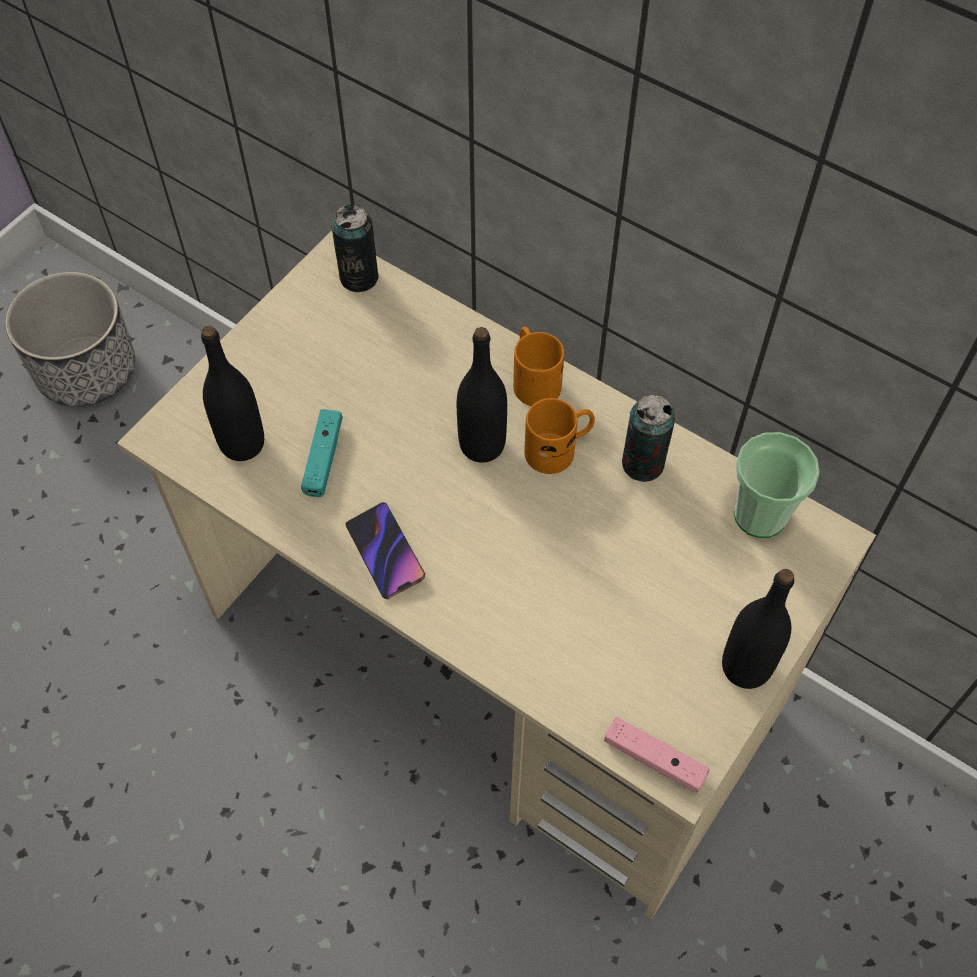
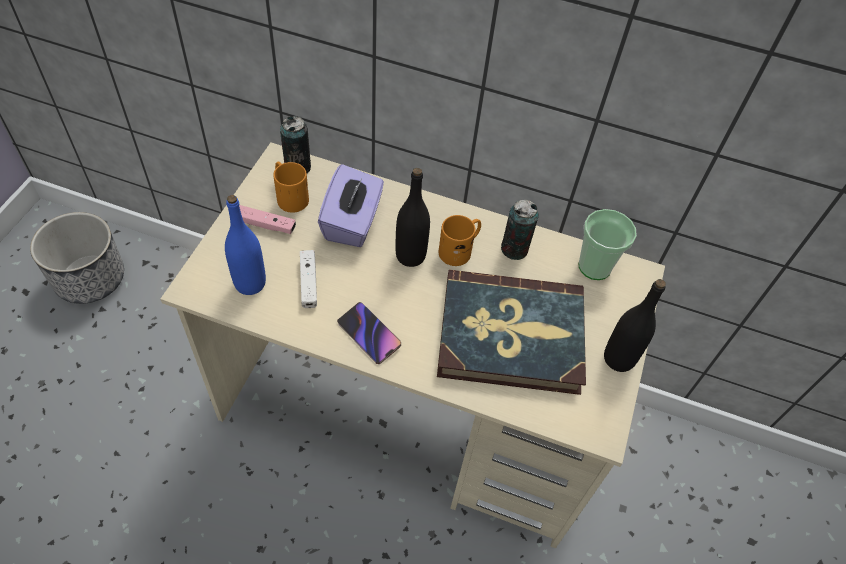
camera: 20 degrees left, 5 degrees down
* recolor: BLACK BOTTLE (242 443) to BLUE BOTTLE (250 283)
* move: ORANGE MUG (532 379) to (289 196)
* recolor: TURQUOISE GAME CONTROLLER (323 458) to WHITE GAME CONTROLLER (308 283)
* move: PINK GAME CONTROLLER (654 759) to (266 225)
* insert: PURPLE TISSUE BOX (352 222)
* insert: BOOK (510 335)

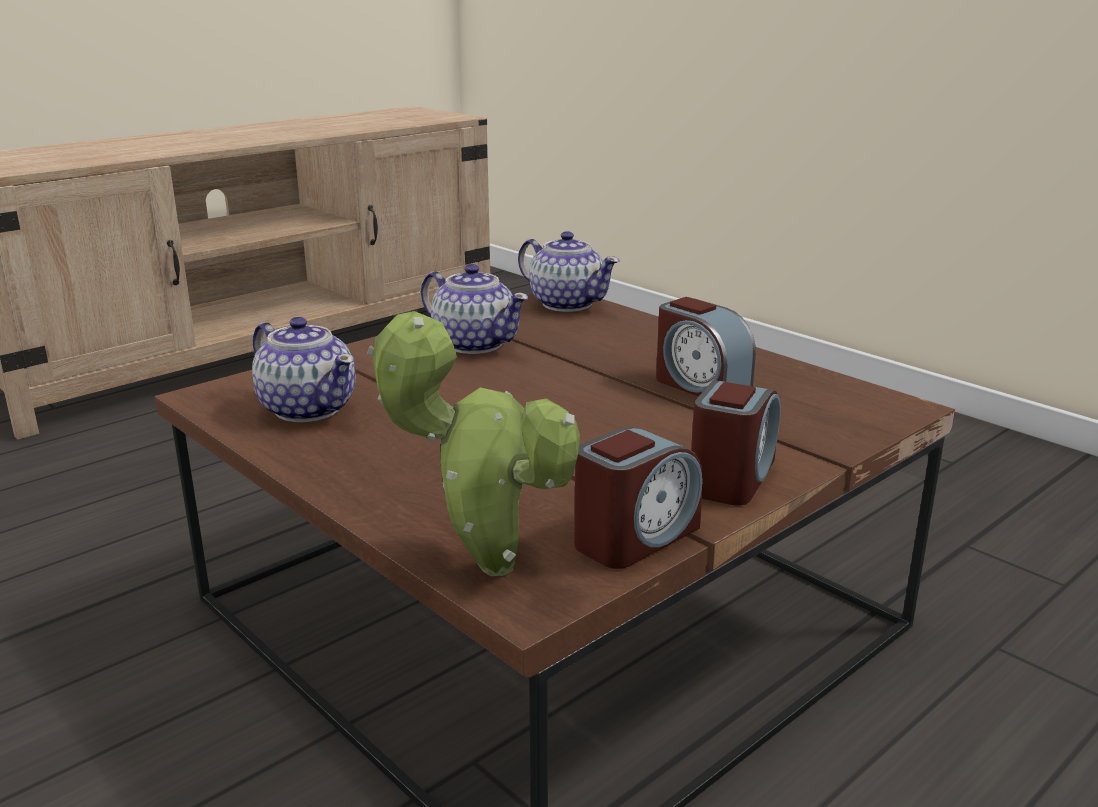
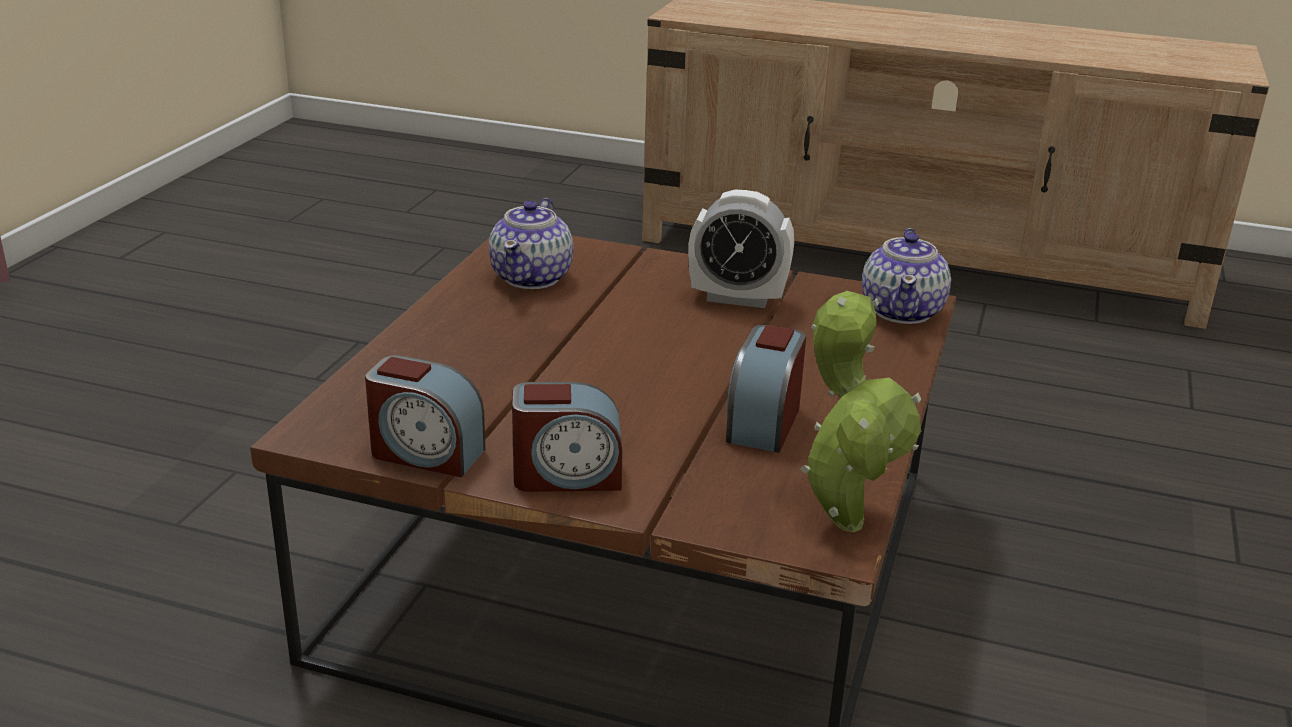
camera: 60 degrees right, 5 degrees up
* replace: TEAPOT (474 343) to ALARM CLOCK (737 298)
* move: POTTED PLANT (483 565) to (844 517)

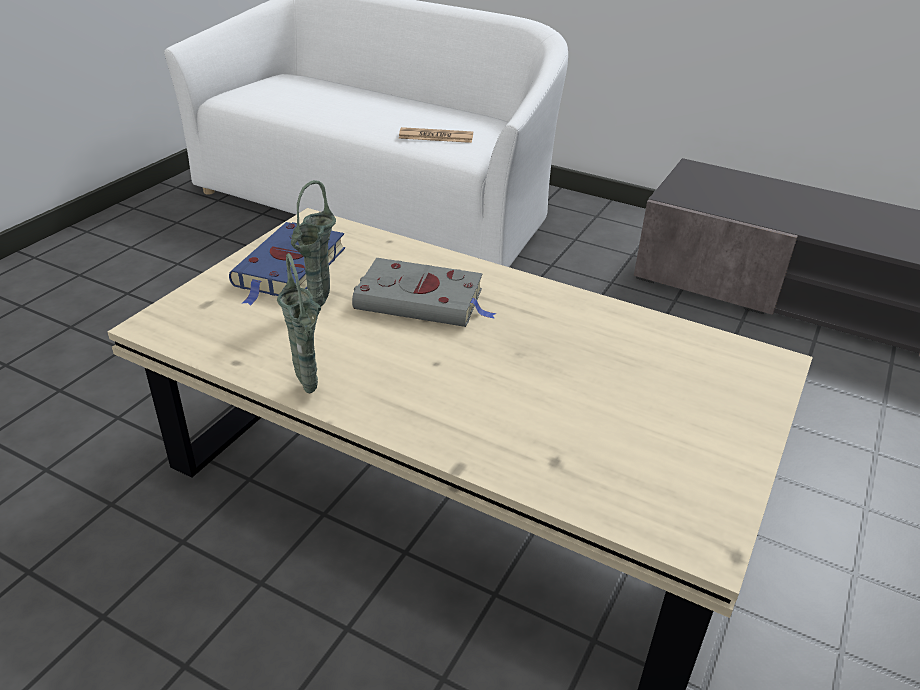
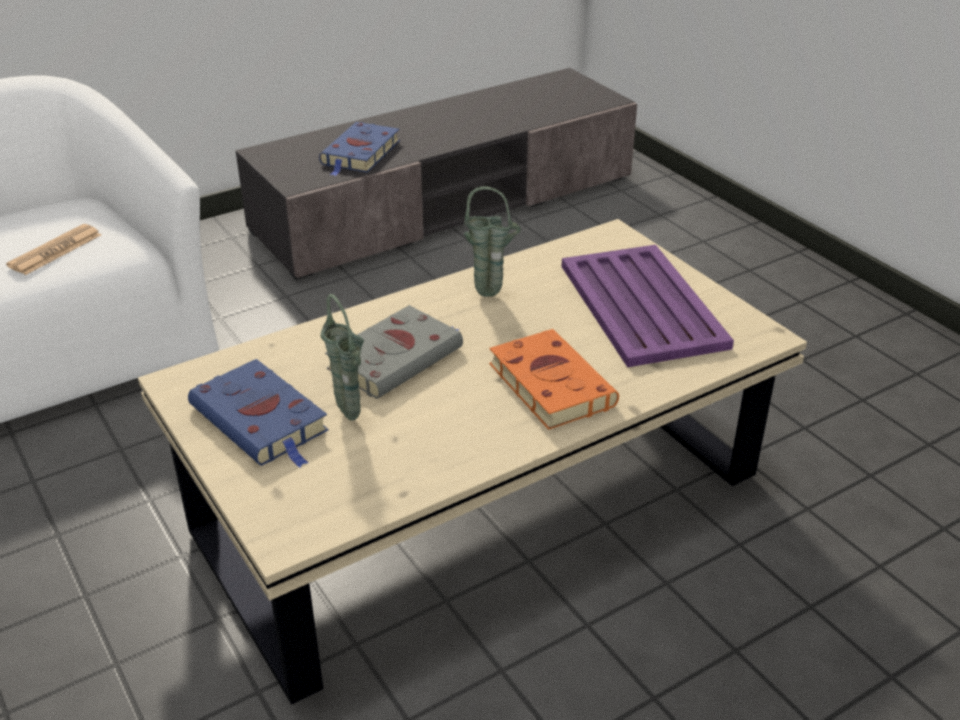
camera: 60 degrees left, 0 degrees up
* move: GREEN VASE (309 392) to (491 296)
* insert: BLUE BOOK (360 154)
* insert: PURPLE TRAY (641 304)
* insert: ORANGE BOOK (548 383)

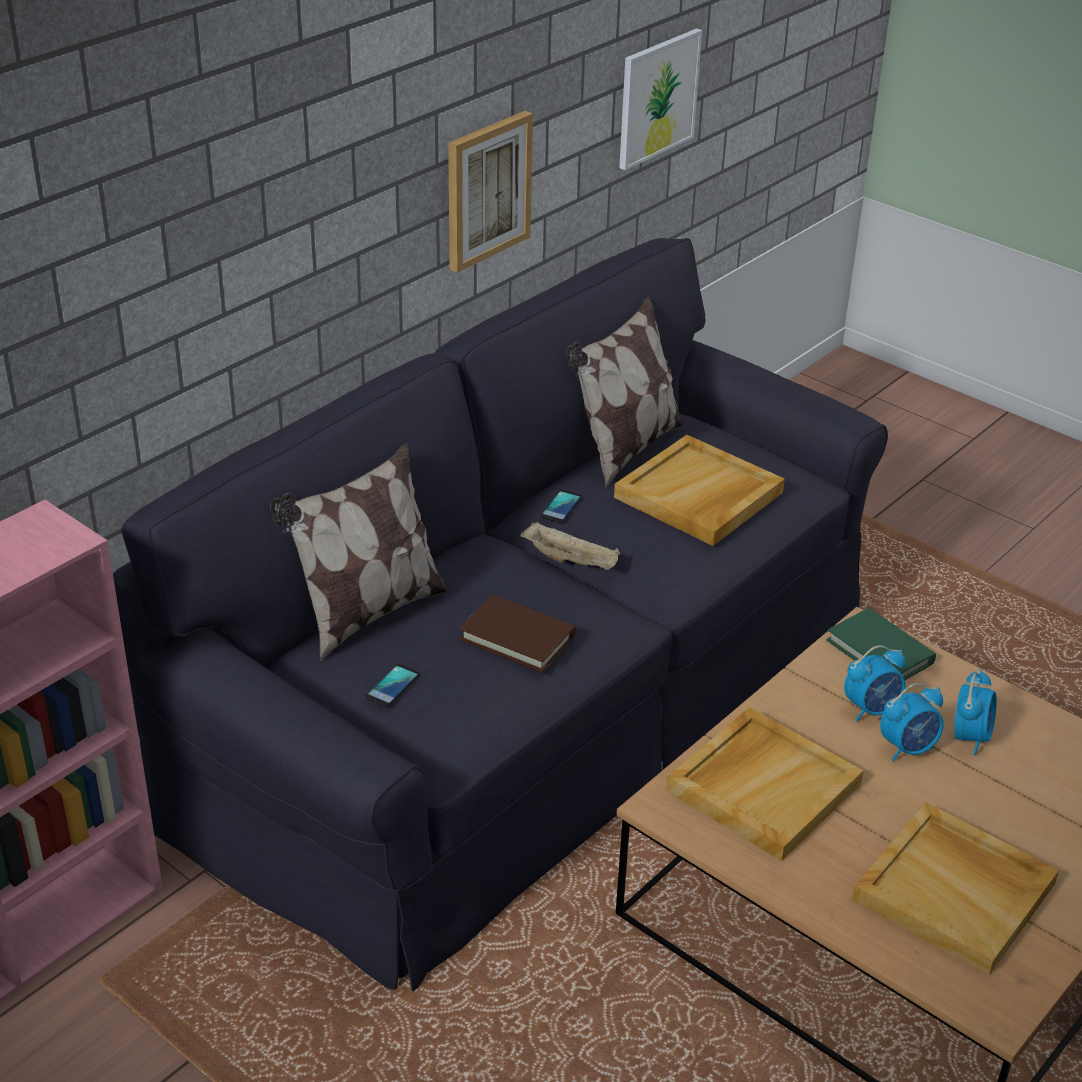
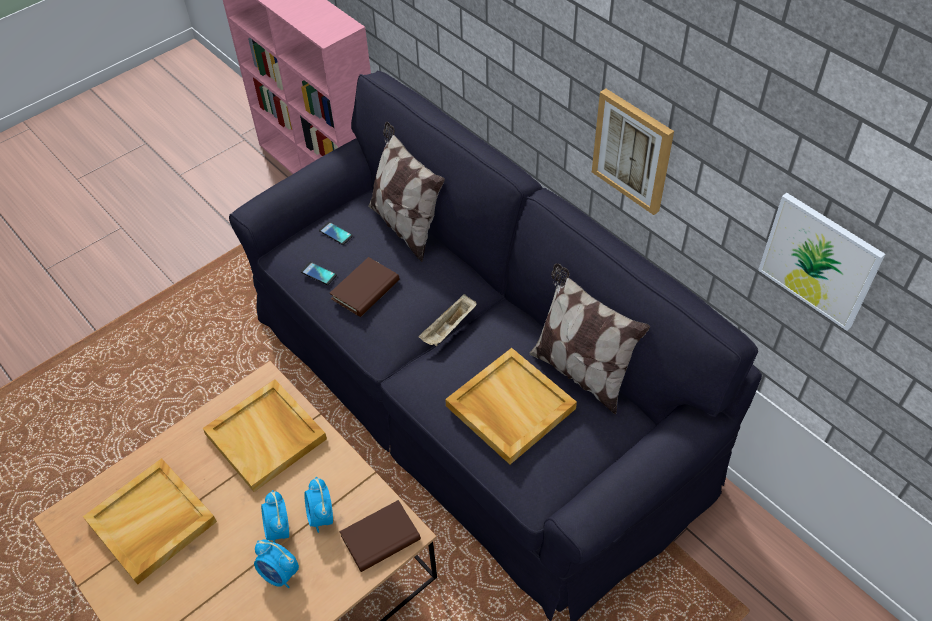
camera: 100 degrees right, 15 degrees up
* move: PHONE (561 507) to (318 274)
* recolor: GREEN BOOK (880 651) to BROWN BOOK (380 538)

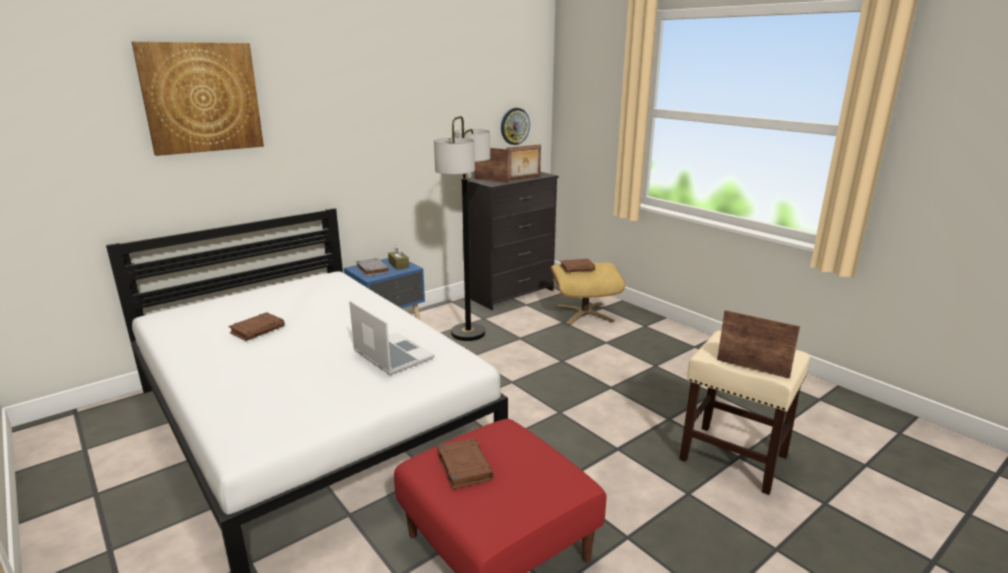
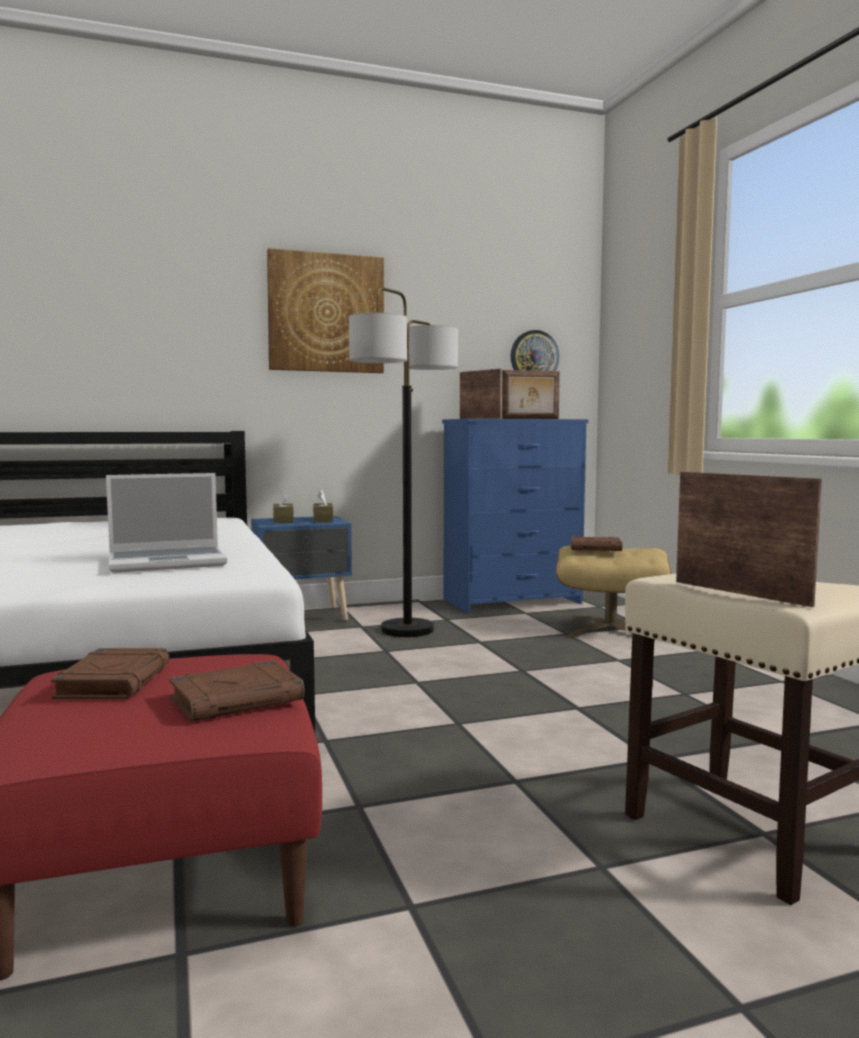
camera: 20 degrees right, 15 degrees down
* move: PICTURE (201 98) to (326 313)
* recolor: BLACK DRESSER (511 293) to BLUE DRESSER (513 601)
* replace: GREY BOOK (372 269) to BROWN TISSUE BOX (283 521)
* rotate: LAPTOP (391 355) = (169 562) 90 degrees clockwise
* move: BROWN BOOK (257 329) to (238 699)

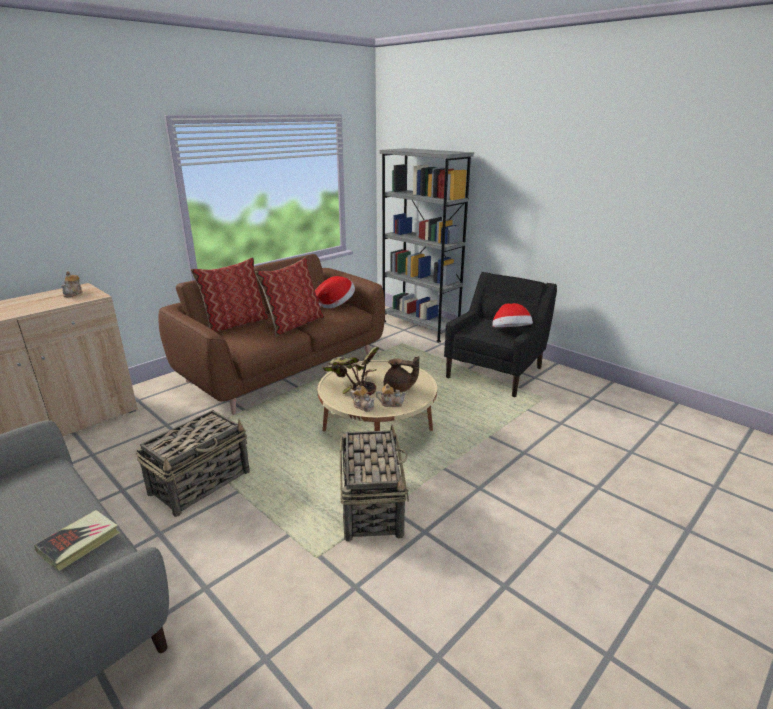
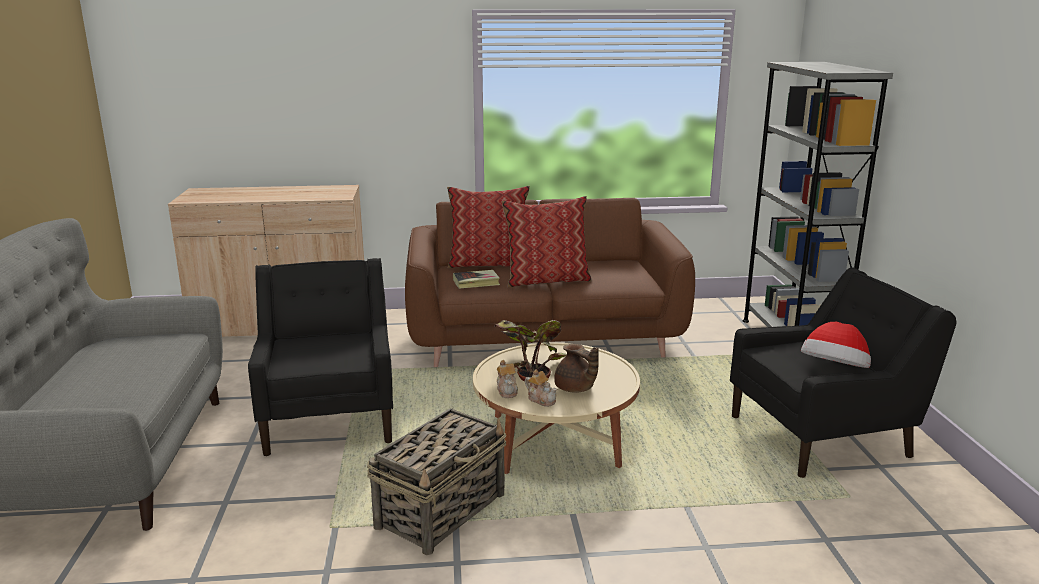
camera: 40 degrees right, 5 degrees down
* delete: TEAPOT (73 293)
* delete: HAT (335 304)
* replace: BASKET (201 482) to BLACK ARMCHAIR (330 416)
* move: BOOK (80 543) to (476 282)

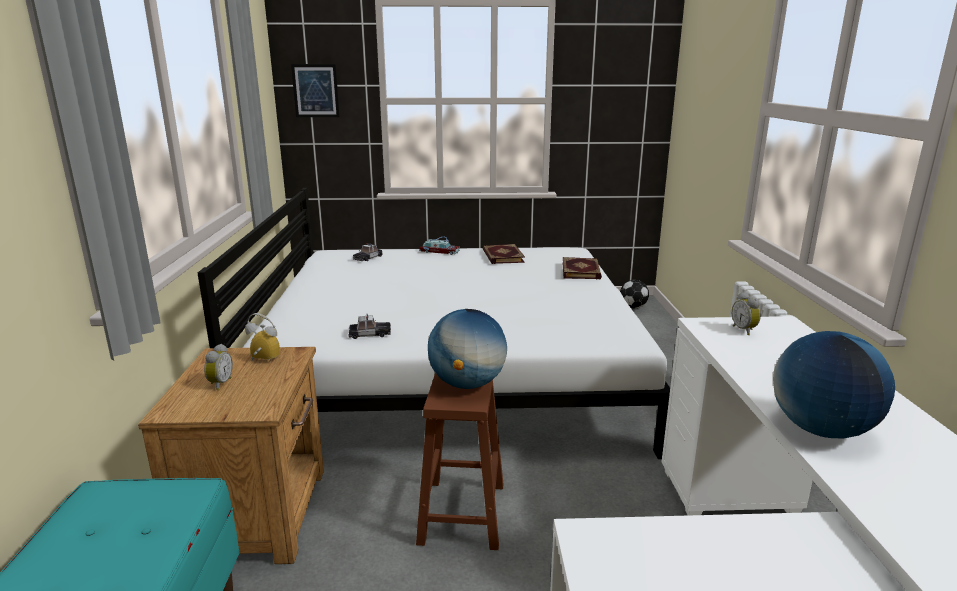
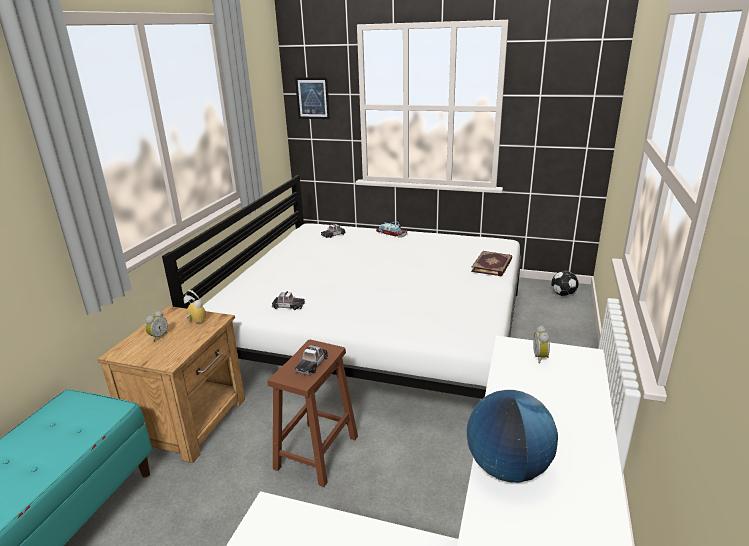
camera: 20 degrees right, 5 degrees up
* delete: BOOK (502 256)
* replace: GLOBE (467 384) to TOY CAR (312 364)

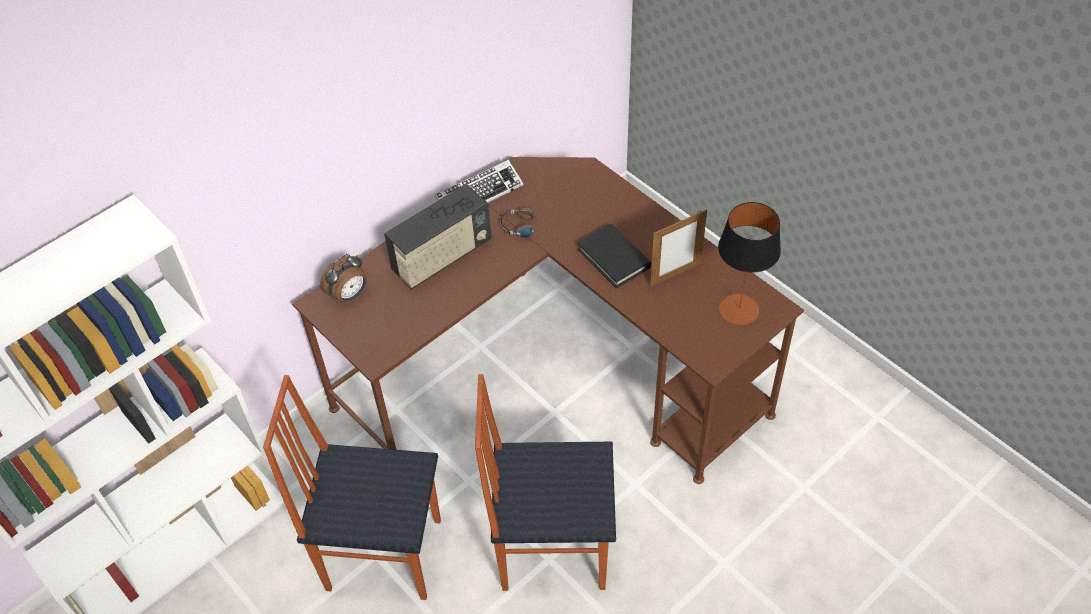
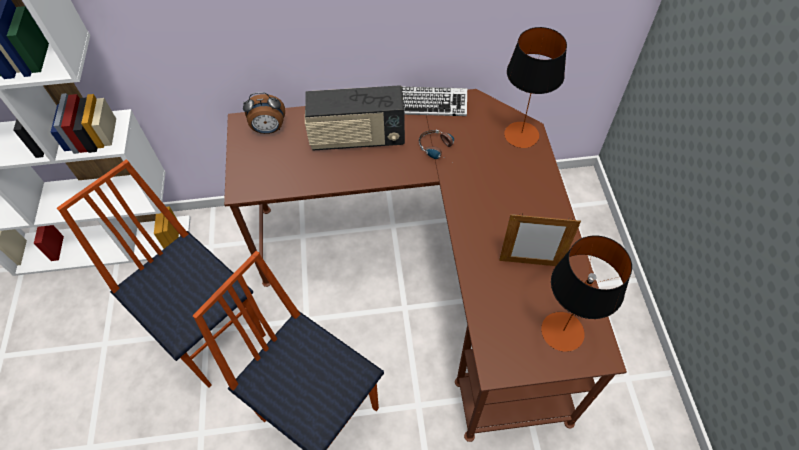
camera: 35 degrees right, 5 degrees up
* delete: BLACK BOOK (613 258)
* insert: TABLE LAMP (521 135)

